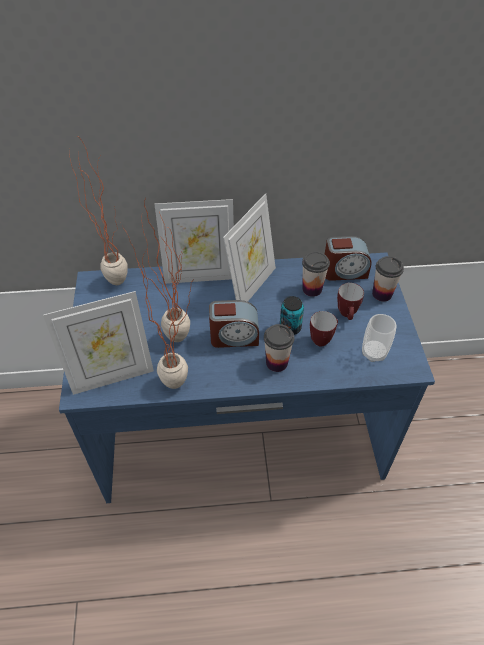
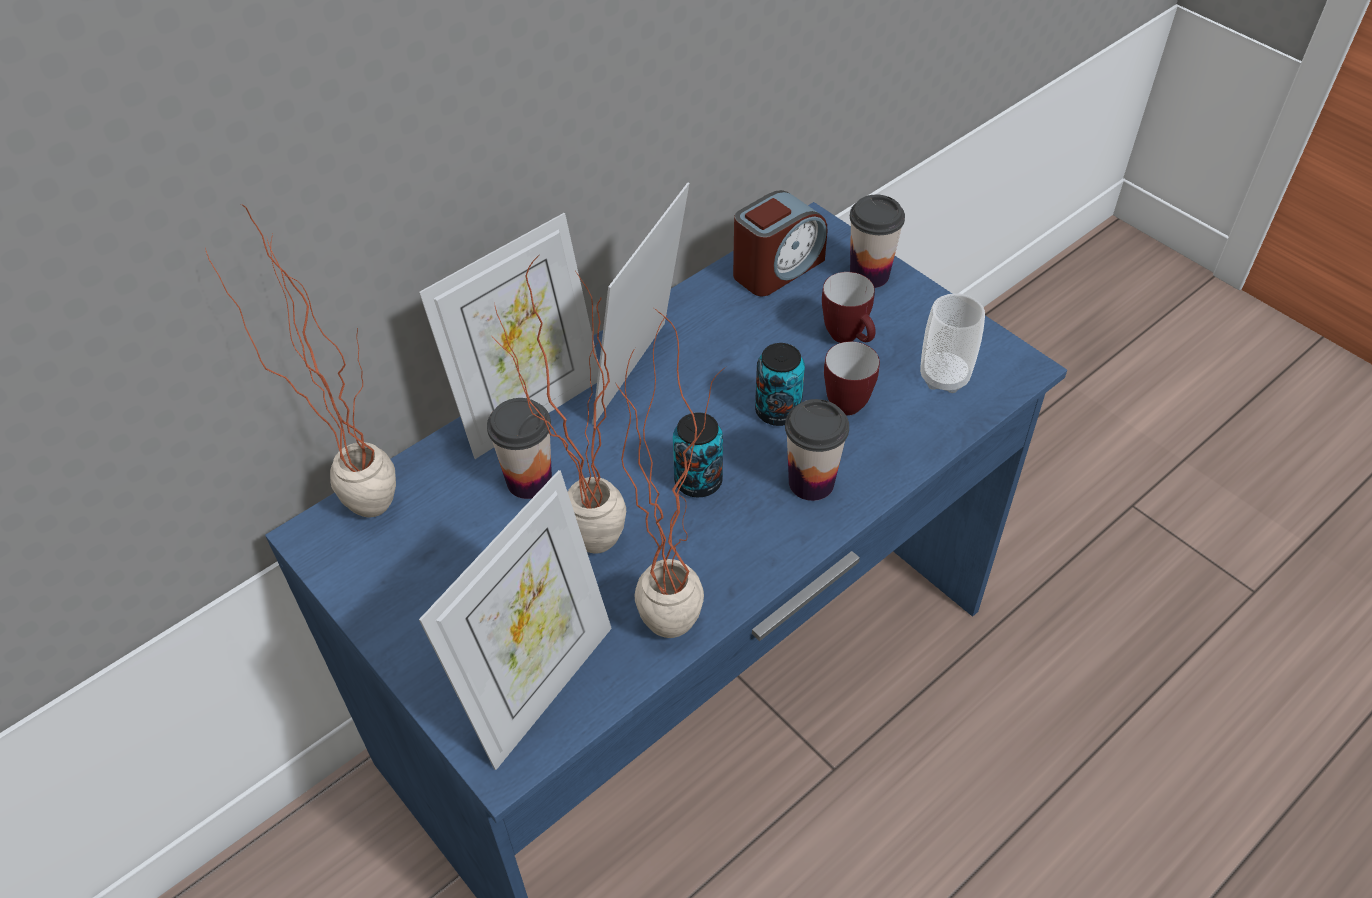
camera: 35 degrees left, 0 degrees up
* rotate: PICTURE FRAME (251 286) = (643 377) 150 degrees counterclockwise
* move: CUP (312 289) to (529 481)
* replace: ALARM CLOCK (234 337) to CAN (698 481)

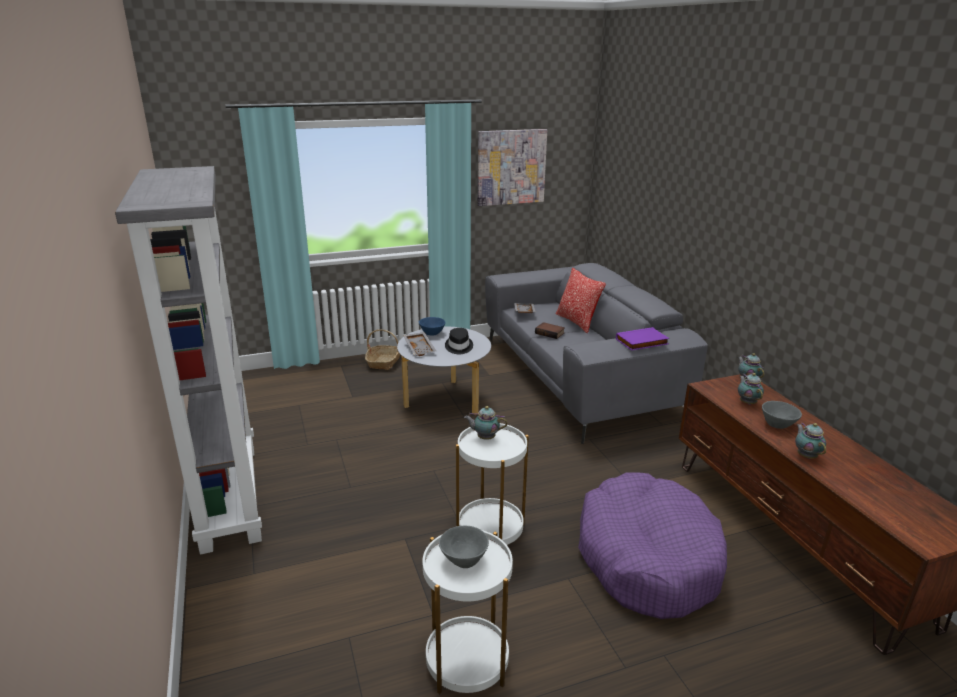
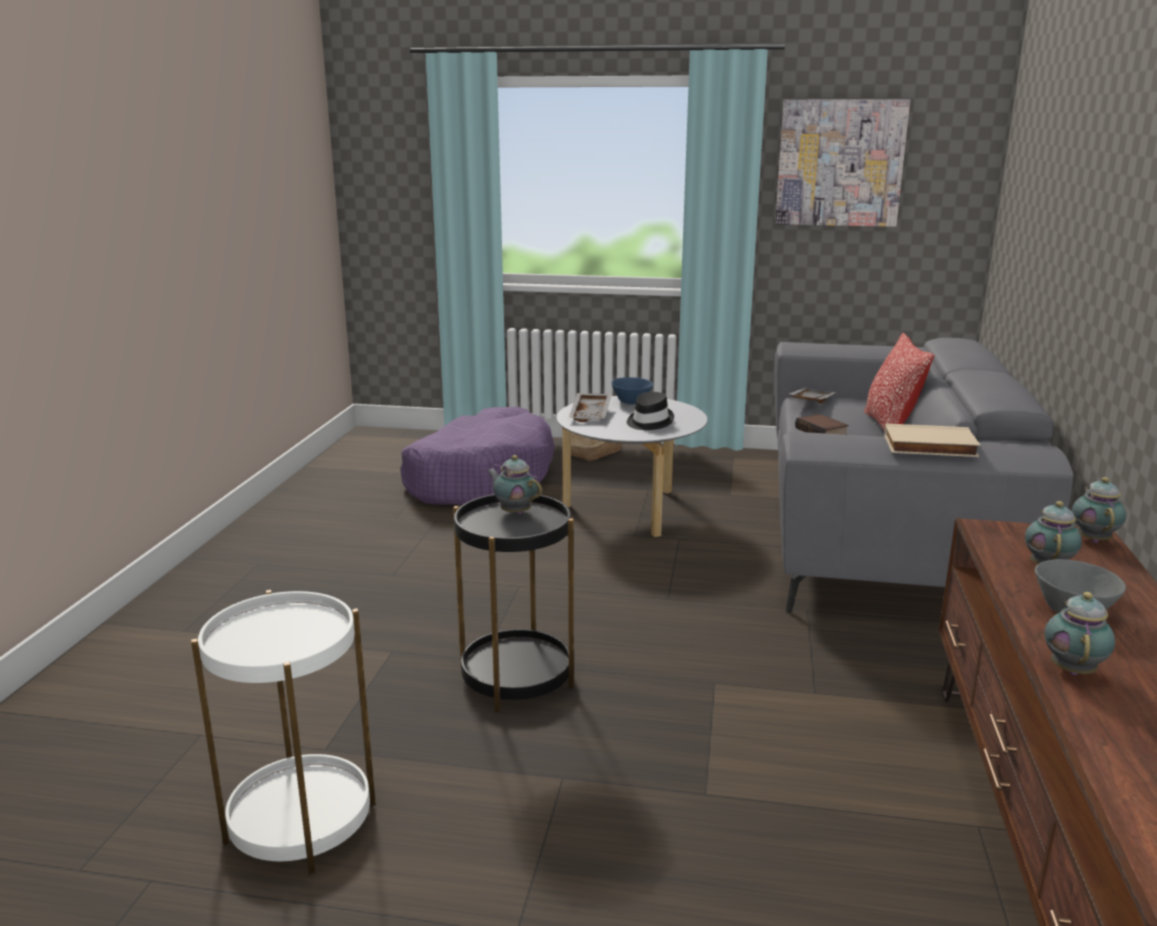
camera: 30 degrees right, 5 degrees down
* delete: GREY BOOKCASE (228 495)
* recolor: PURPLE BOOK (642 342) to BEIGE BOOK (929 447)
* recolor: WHITE SIDE TABLE (490 530) to BLACK SIDE TABLE (516 678)
* move: PURPLE DOG BED (647 558) to (479 478)
* delete: GREY BOWL (464 558)

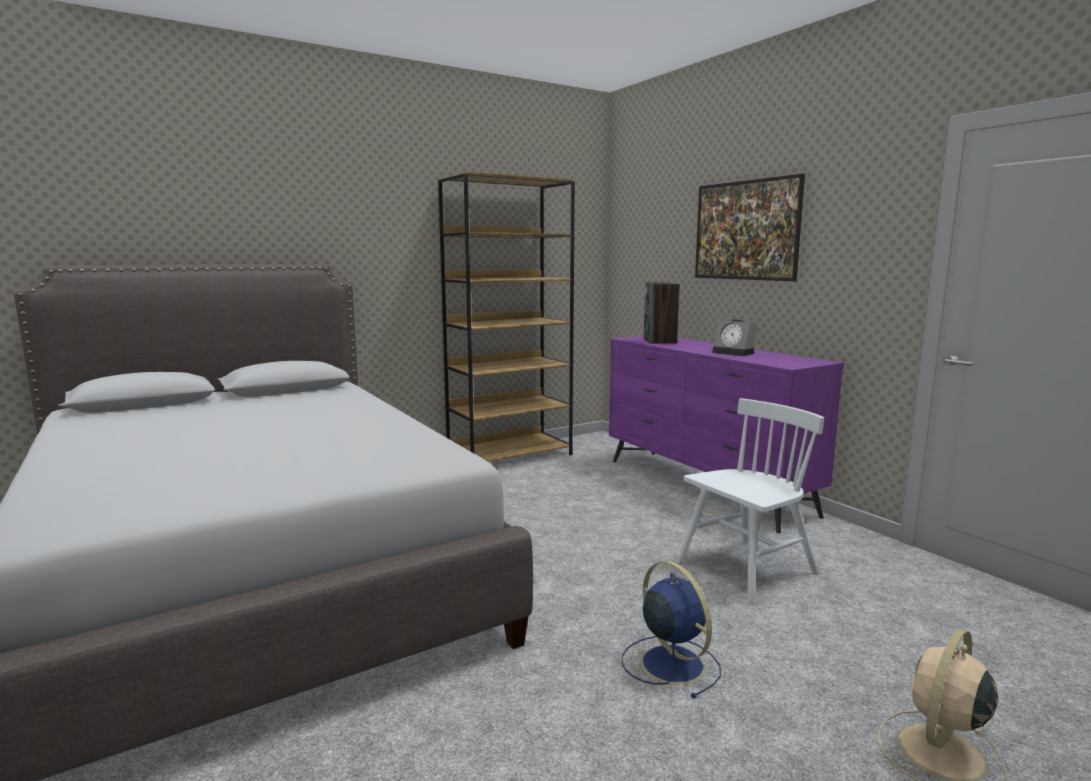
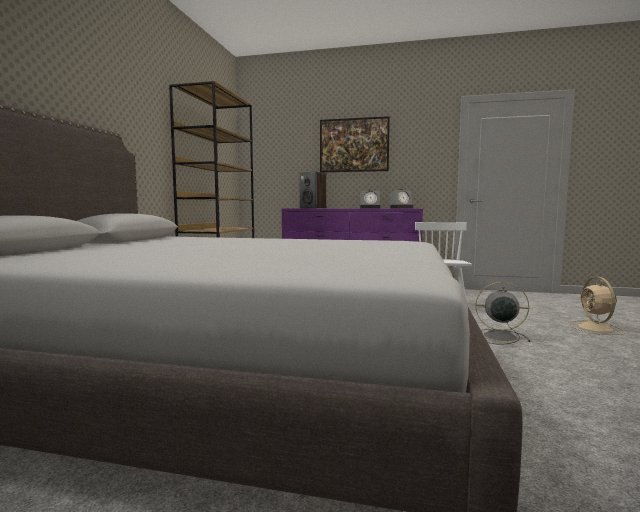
camera: 45 degrees left, 5 degrees down
* recolor: BLUE FAN (670 663) to GREY FAN (498 337)
* insert: ALARM CLOCK (401 208)

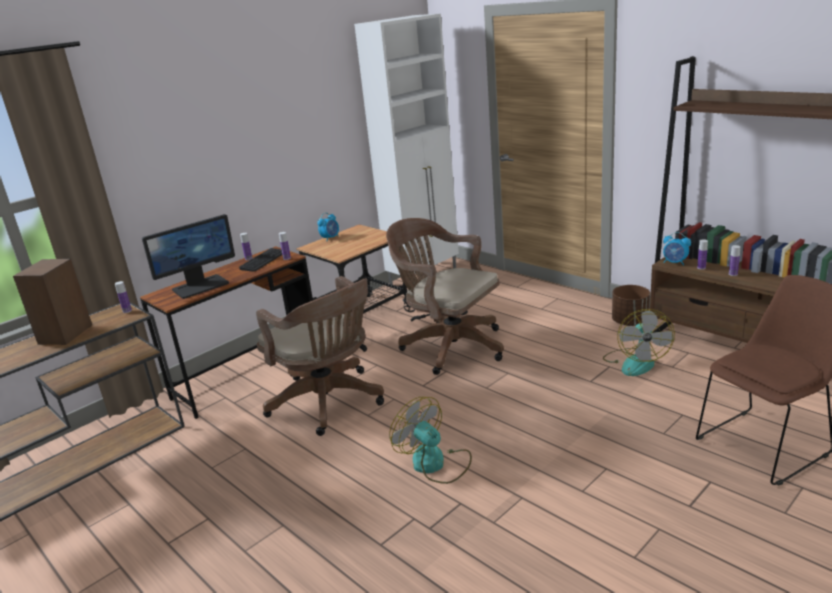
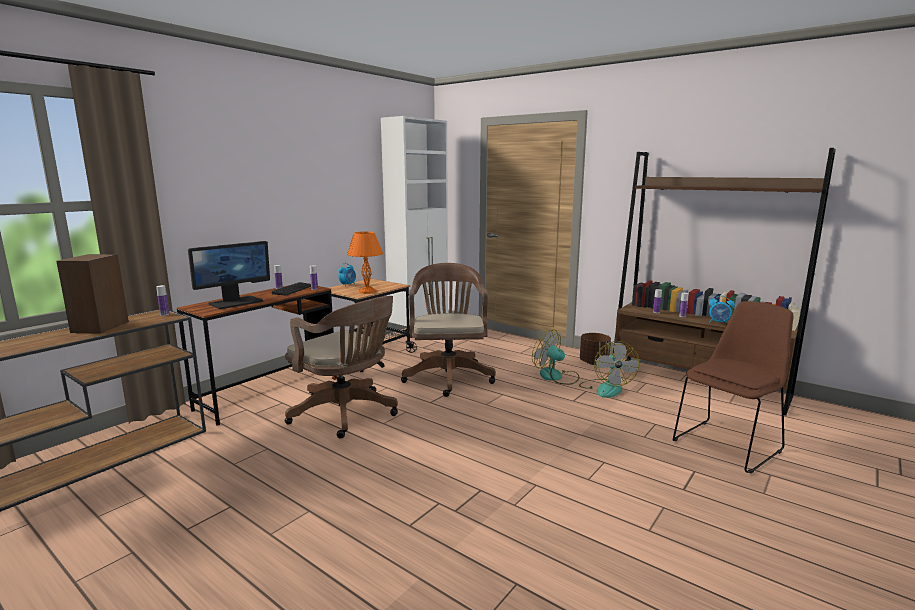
camera: 10 degrees left, 10 degrees down
* rotate: BROWN OFFICE CHAIR (449 346) = (448 375) 60 degrees clockwise
* move: ALARM CLOCK (675 263) to (719 323)
* move: FAN (435 464) to (556 377)
* insert: ORANGE TABLE LAMP (366 291)

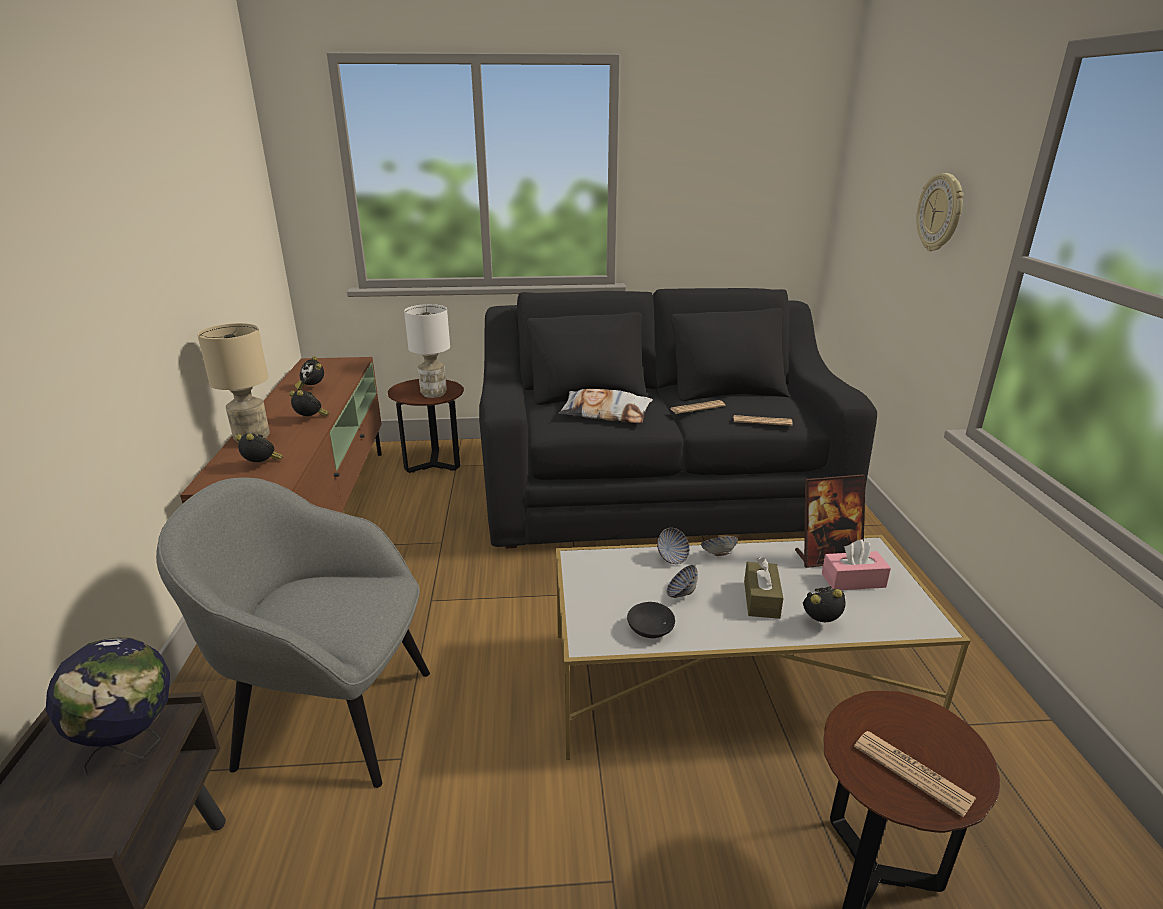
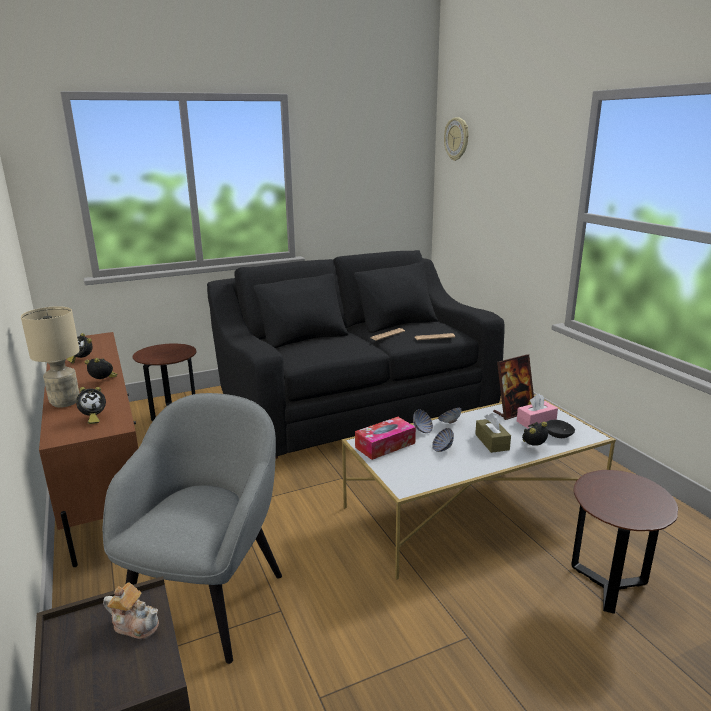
camera: 20 degrees left, 5 degrees down
* move: WALL CLOCK (940 212) to (457 139)
* delete: WHITE TABLE LAMP (434 394)
* delete: PILLOW (605 413)
* rotate: ALARM CLOCK (262 465) = (93 418) 135 degrees clockwise
* rotate: GREY ARMCHAIR (331 717) = (208 599) 120 degrees clockwise
* move: BLACK BOWL (649 629) to (557 435)
* replace: GLOBE (133 748) to TEAPOT (135 625)
* delete: NEWSPAPER (912 772)
* insert: TISSUE BOX (385 445)

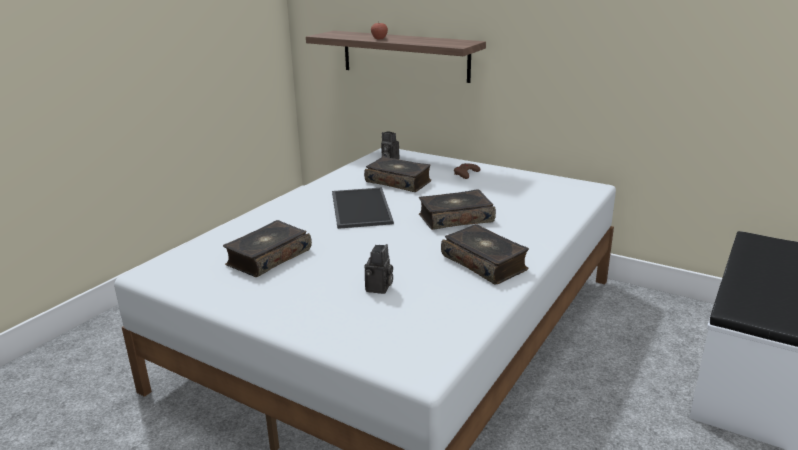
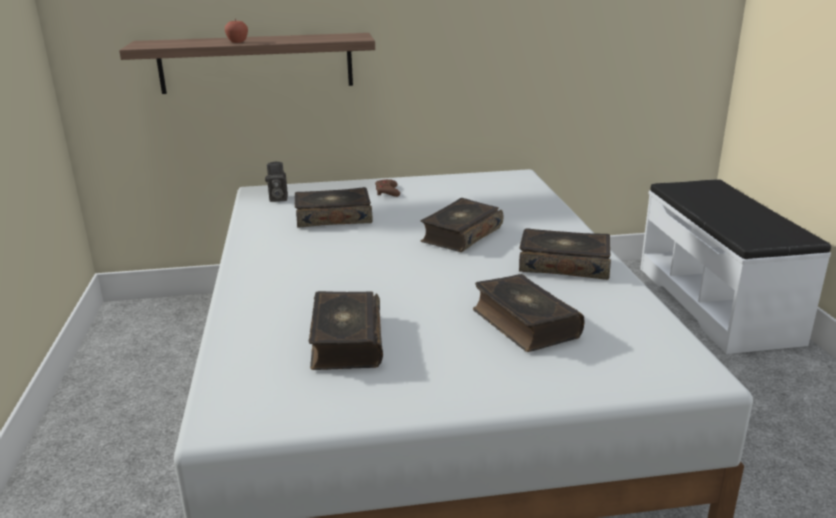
camera: 40 degrees left, 0 degrees up
* delete: TRAY (359 207)
* replace: PHOTO CAMERA (379 288) to BOOK (523 323)

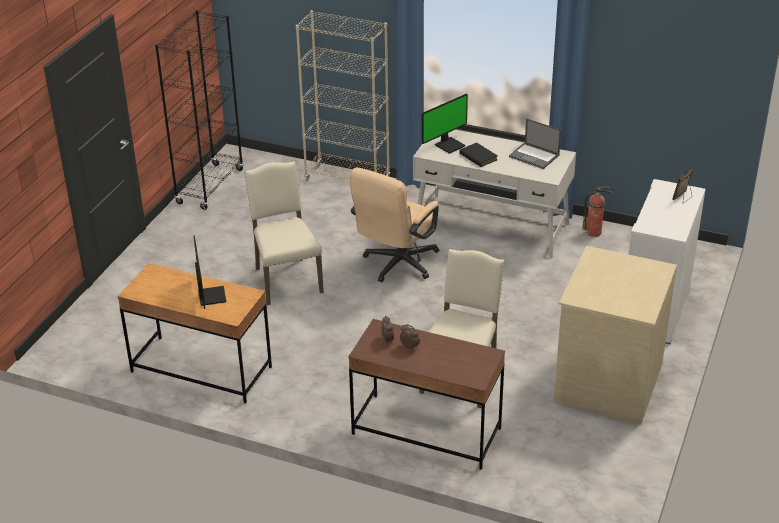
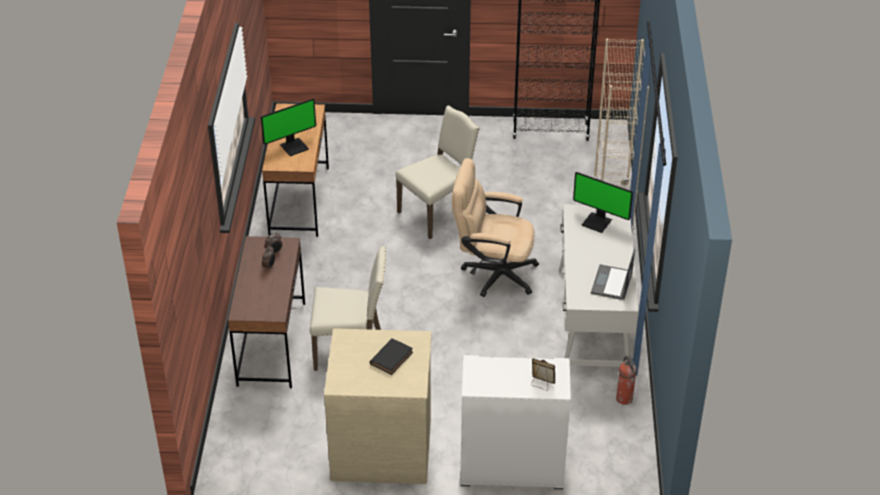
camera: 70 degrees right, 5 degrees up
* move: BLACK BOOK (477 156) to (392 357)

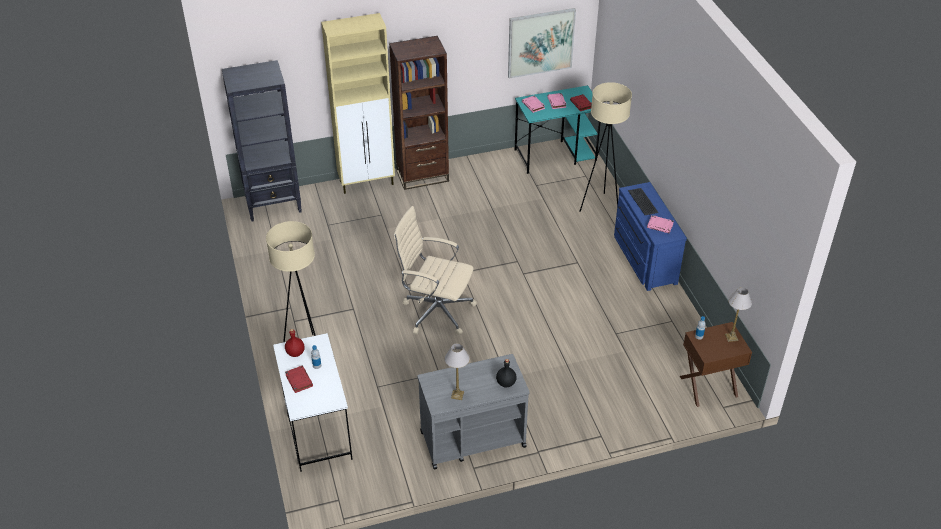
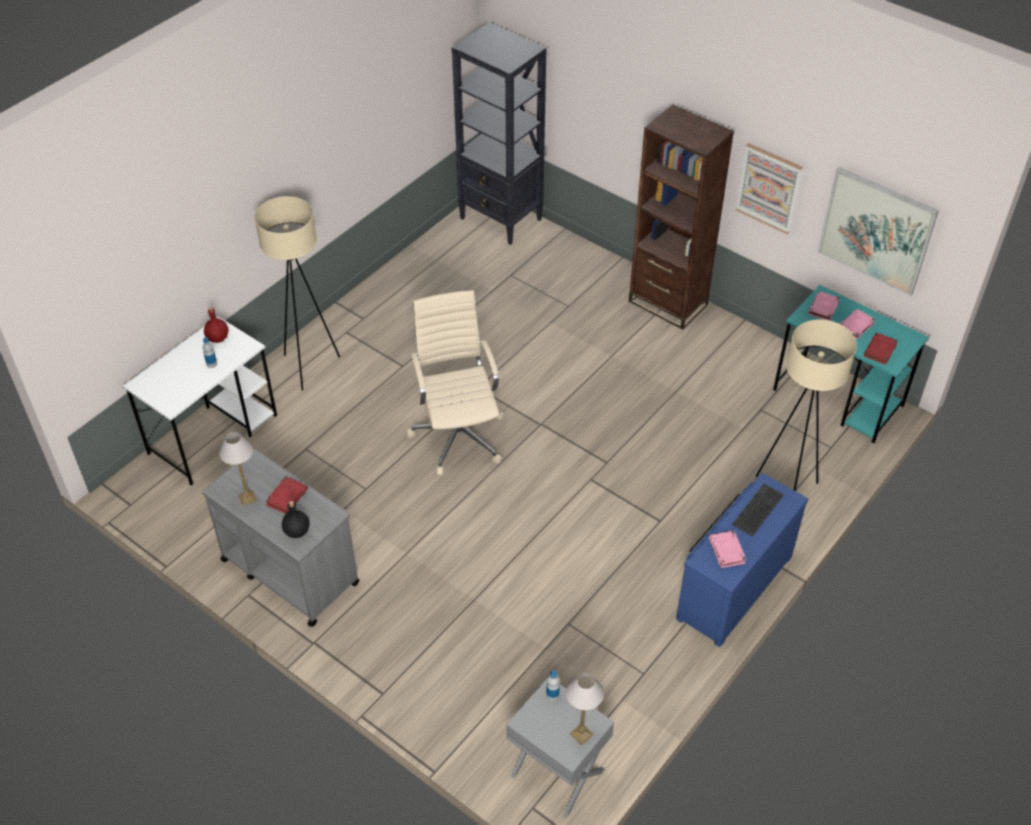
camera: 55 degrees right, 5 degrees up
* delete: BEIGE CABINET (367 182)
* recolor: BROWN NIGHTSTAND (708 387) to GREY NIGHTSTAND (556 773)
* move: RED BOOK (298 380) to (287 497)
* insert: PICTURE (768 188)

